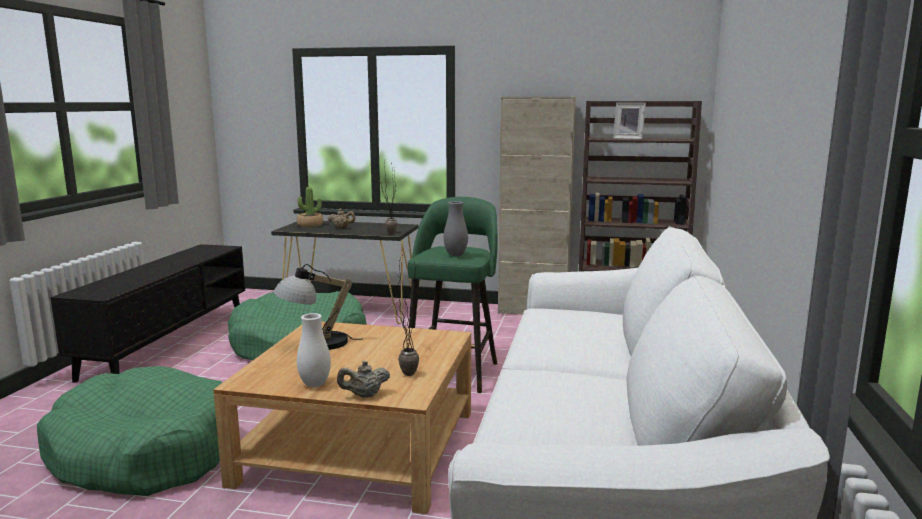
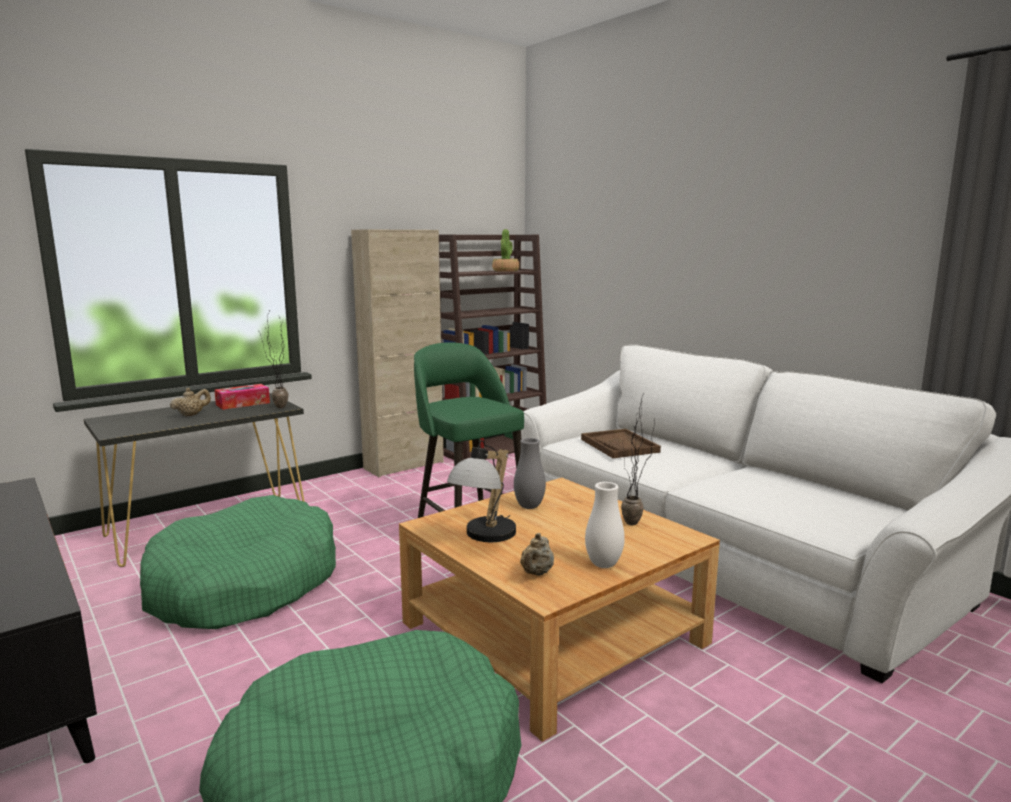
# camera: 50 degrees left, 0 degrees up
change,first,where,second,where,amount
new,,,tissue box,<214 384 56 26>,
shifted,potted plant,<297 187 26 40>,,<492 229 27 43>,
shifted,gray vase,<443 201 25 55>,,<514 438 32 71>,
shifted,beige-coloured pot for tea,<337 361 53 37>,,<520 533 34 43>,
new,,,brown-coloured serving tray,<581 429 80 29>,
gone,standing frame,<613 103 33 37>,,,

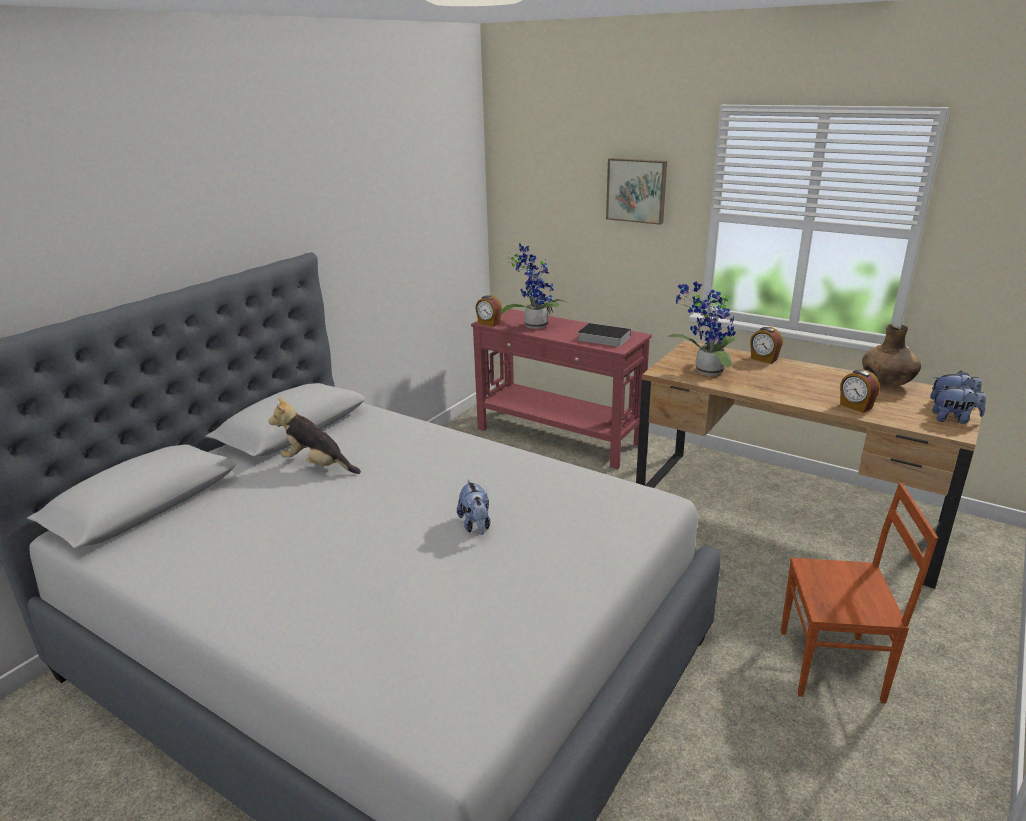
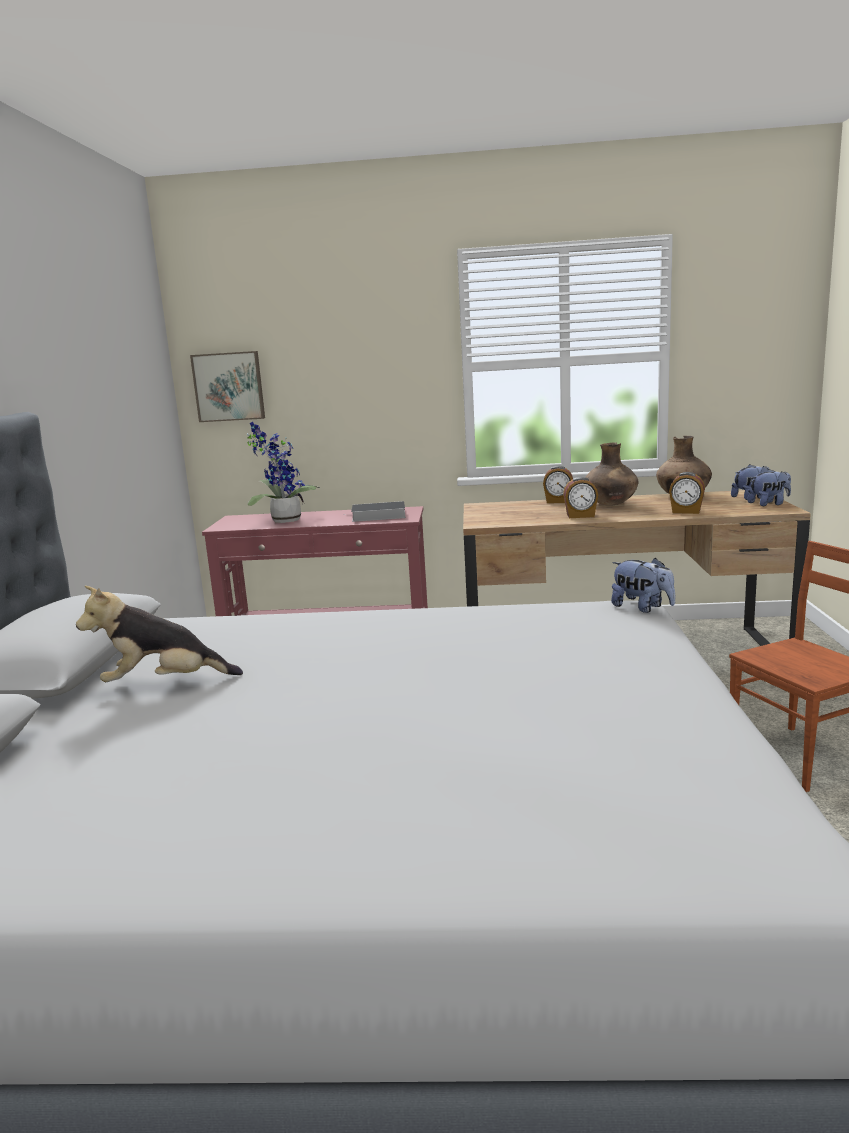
# camera: 30 degrees left, 10 degrees down
change,first,where,second,where,amount
shifted,wall art,<606 158 61 67>,,<190 351 75 71>,
shifted,table clock,<475 295 27 32>,,<563 477 35 41>,
new,,,brown-coloured vase,<586 443 53 63>,
shifted,plush toy,<457 480 33 55>,,<611 558 64 55>,
gone,potted plant,<668 282 69 94>,,,

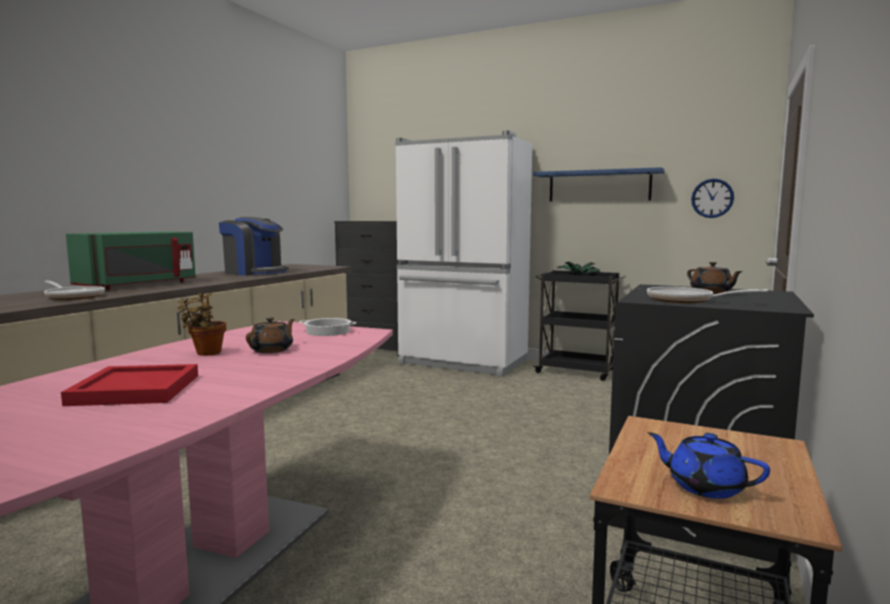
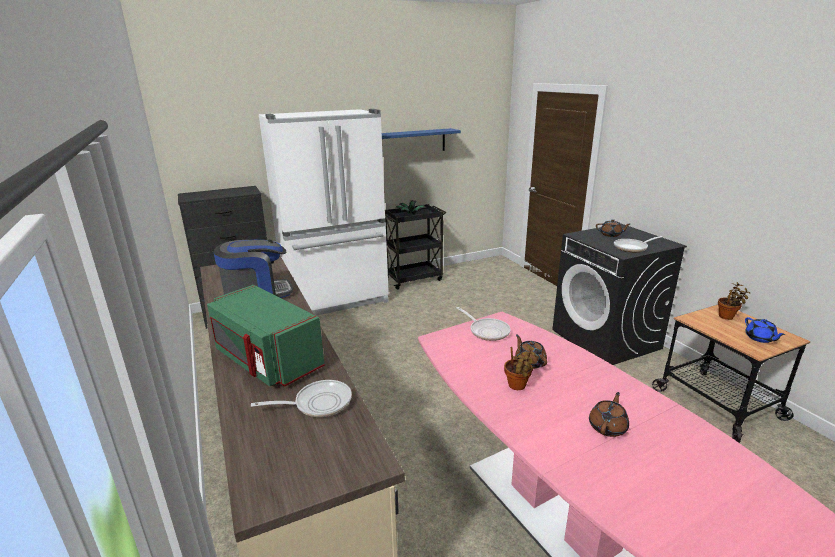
# camera: 50 degrees left, 15 degrees up
change,first,where,second,where,amount
rotated,green kitchen microwave,<66 231 130 59>,,<207 285 118 102>,150 degrees clockwise
swapped,stockpot,<298 318 58 18>,frying pan,<456 307 55 34>,
swapped,red serving tray,<61 364 137 42>,brown-coloured pot for tea,<589 392 40 45>,
new,,,potted plant,<718 282 33 38>,
rotated,bluish pot for tea,<648 432 122 67>,,<745 317 40 26>,90 degrees counterclockwise
gone,hanging clock,<691 179 43 39>,,,

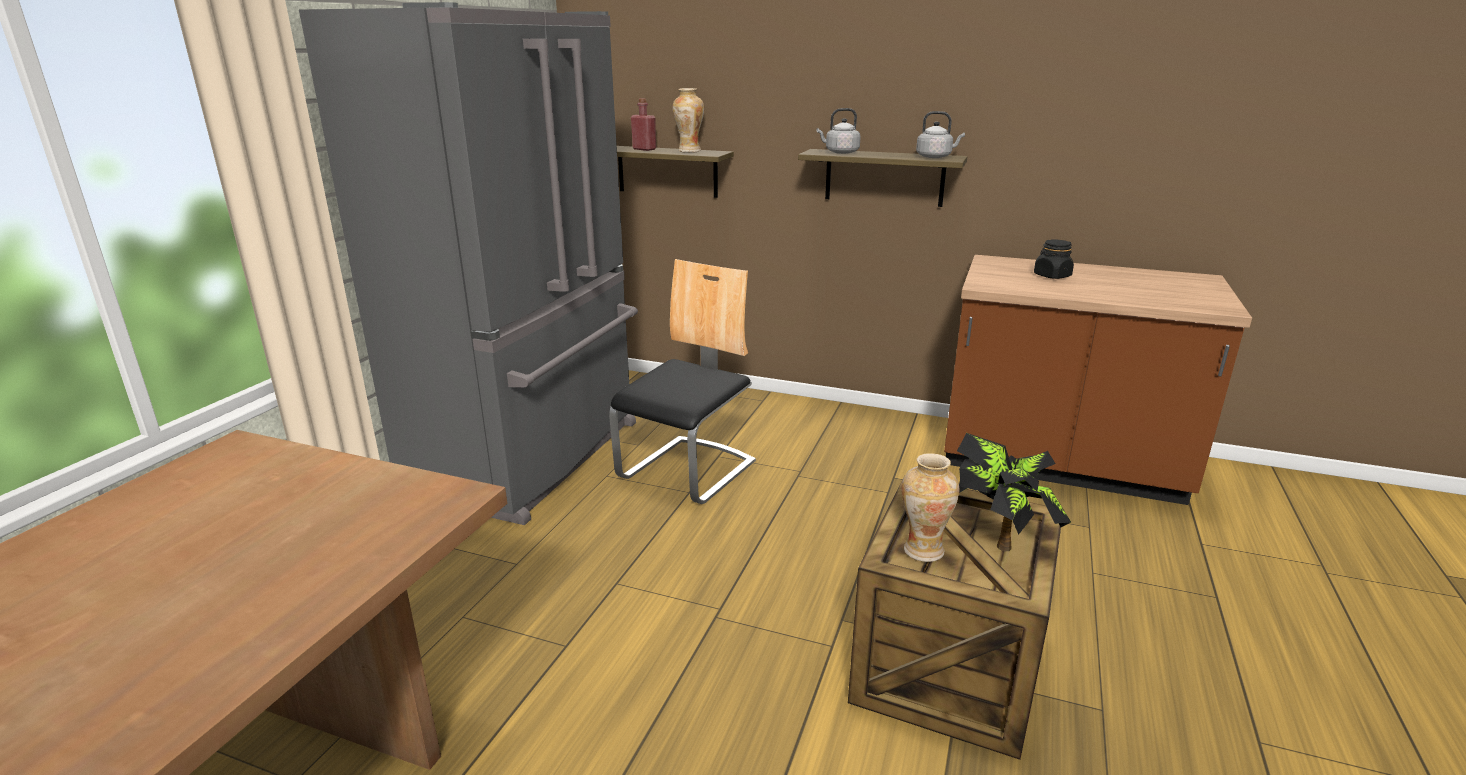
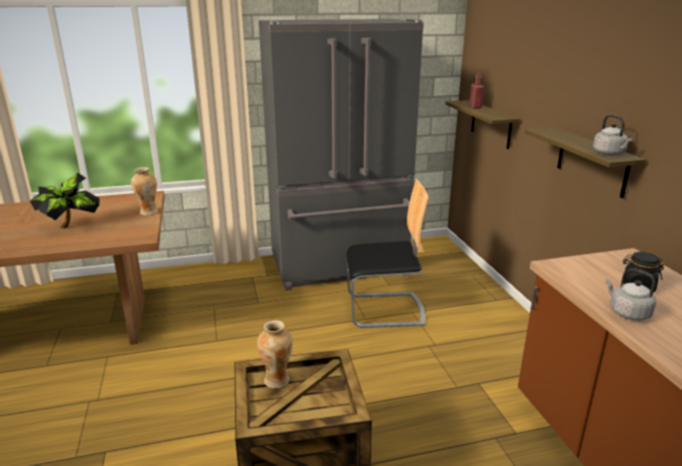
# camera: 55 degrees right, 0 degrees up
change,first,where,second,where,amount
shifted,potted plant,<957 433 114 118>,,<30 173 70 56>,
shifted,vase,<673 88 31 65>,,<131 167 27 49>,
shifted,gray kettle,<817 108 44 46>,,<605 268 51 52>,

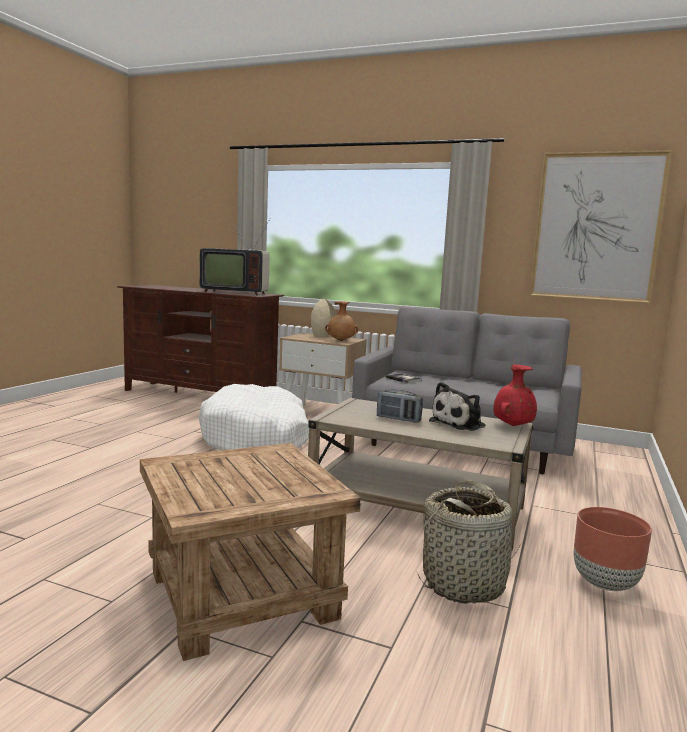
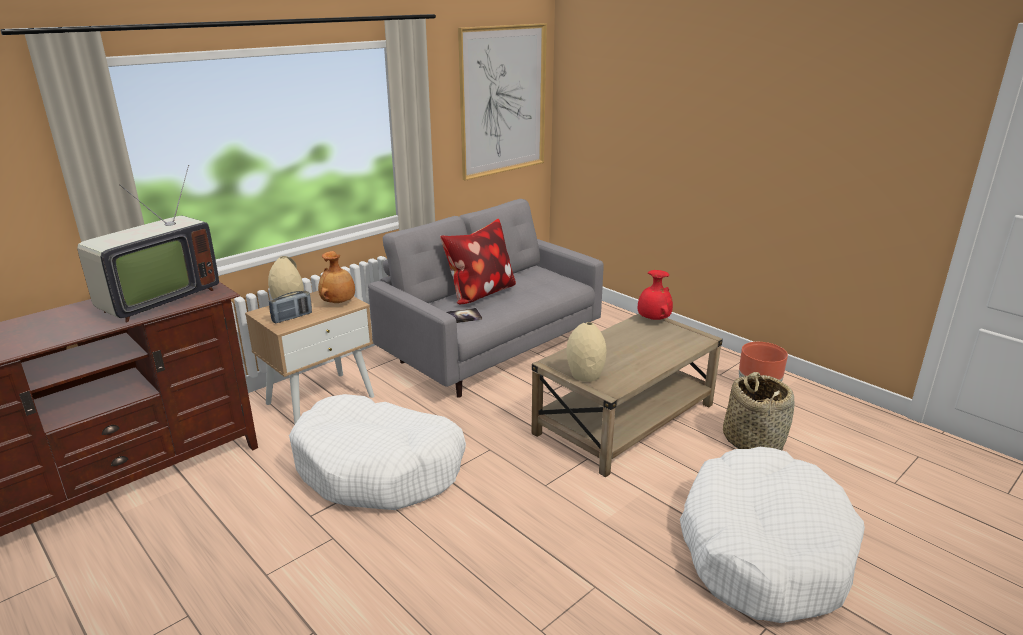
# camera: 65 degrees left, 15 degrees up
change,first,where,second,where,amount
shifted,radio set,<377 390 46 33>,,<269 291 43 32>,
new,,,throw pillow,<440 219 76 85>,
new,,,beige-coloured vase,<567 322 40 60>,
swapped,brown-coloured end table,<140 443 221 218>,white dog cushion,<680 447 185 176>,
gone,plush toy,<429 382 57 49>,,,

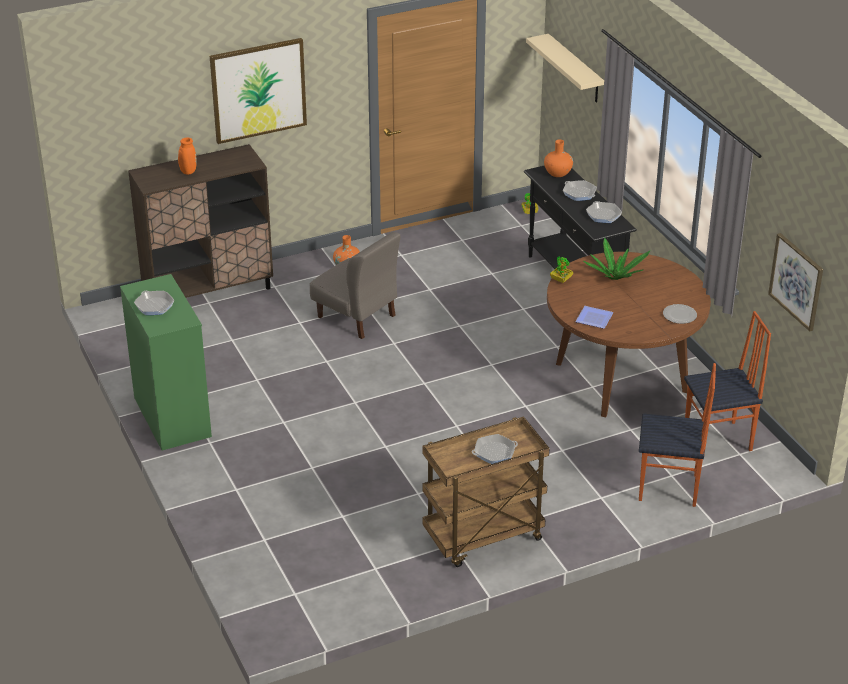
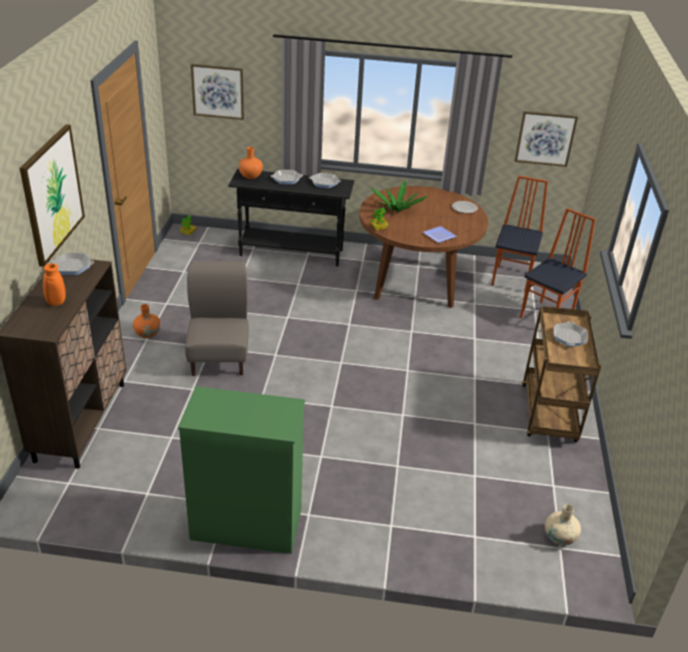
# camera: 60 degrees left, 0 degrees up
change,first,where,second,where,amount
shifted,frying pan,<134 291 40 24>,,<49 253 45 22>,
rotated,gray chair,<310 232 91 107>,,<185 261 64 115>,75 degrees counterclockwise
swapped,beige-coloured bracket shelf,<526 34 78 69>,wall art,<191 64 53 56>,
new,,,beige-coloured vase,<545 504 36 42>,

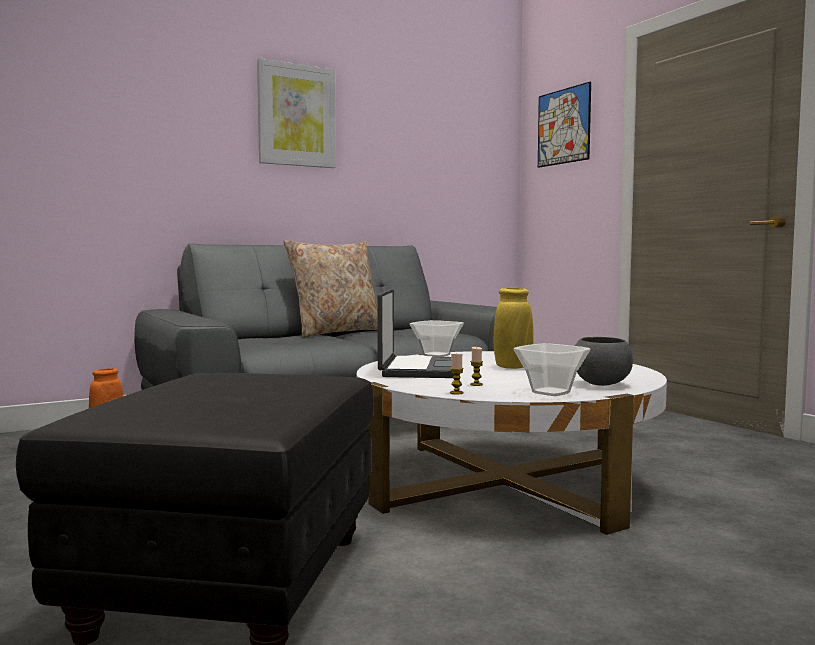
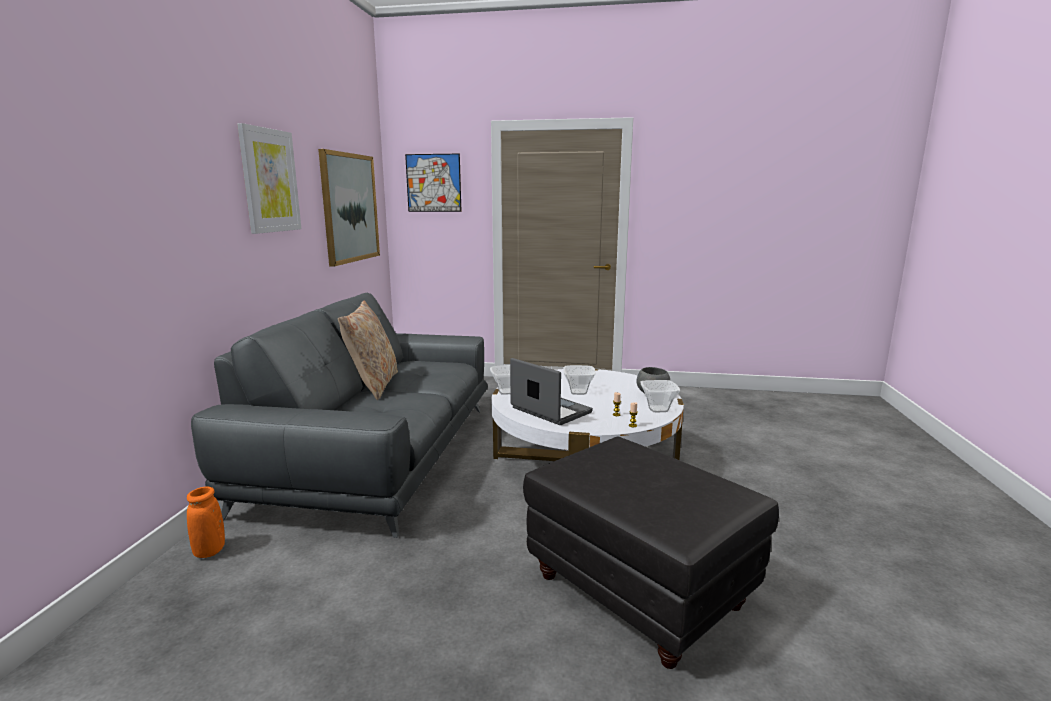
# camera: 50 degrees left, 10 degrees up
change,first,where,second,where,amount
new,,,wall art,<318 149 62 117>,
swapped,yellow-coloured vase,<494 288 39 81>,deep dish,<563 365 33 30>,

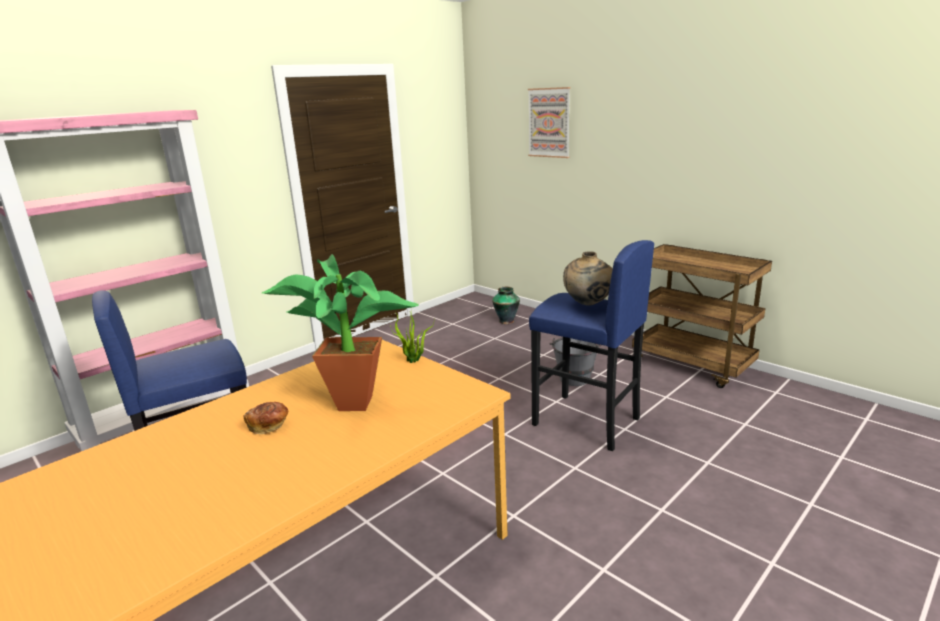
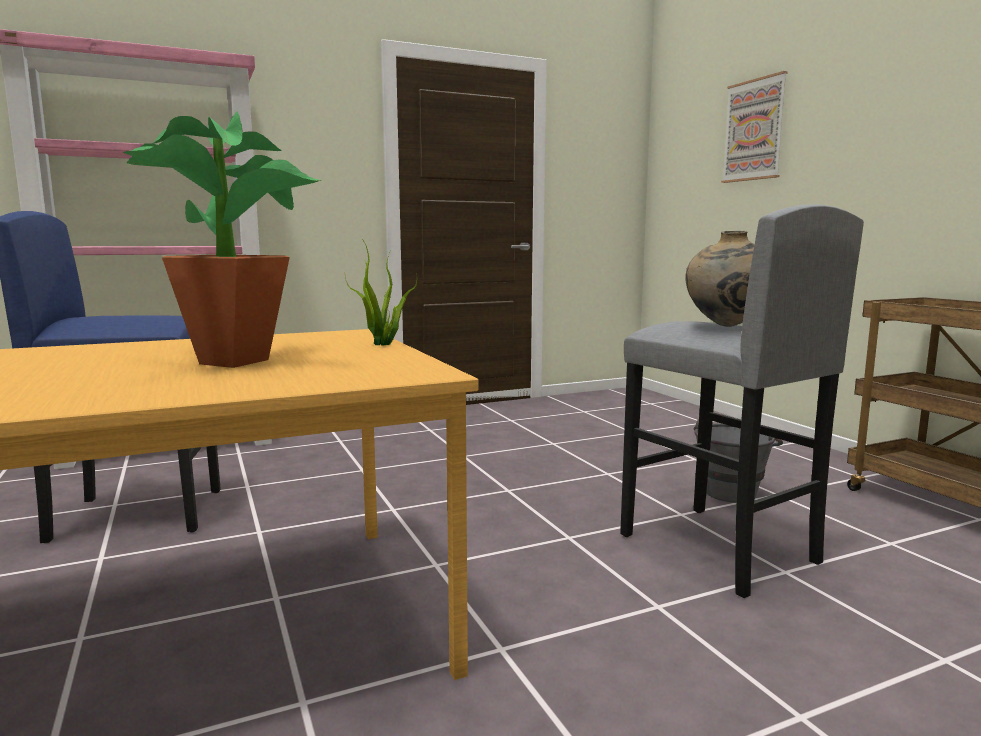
# camera: 20 degrees right, 10 degrees down
change,first,where,second,where,amount
repainted,bluish stool,<529 240 125 211>,gray stool,<620 204 244 394>,
gone,baked bread,<243 402 45 32>,,,
gone,vase,<492 287 28 37>,,,

